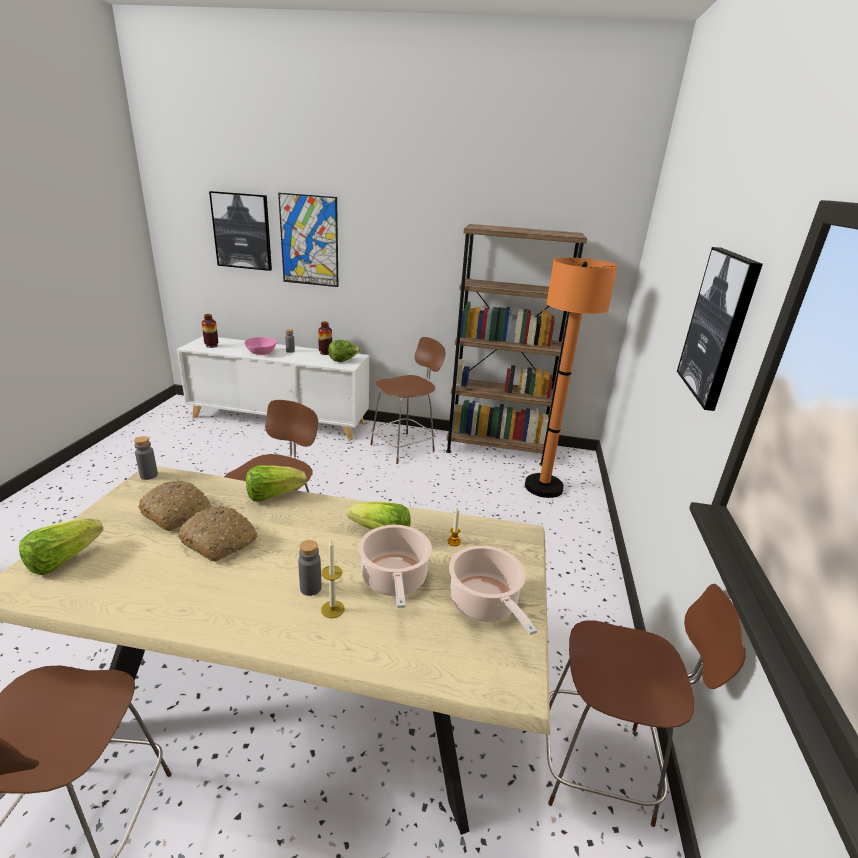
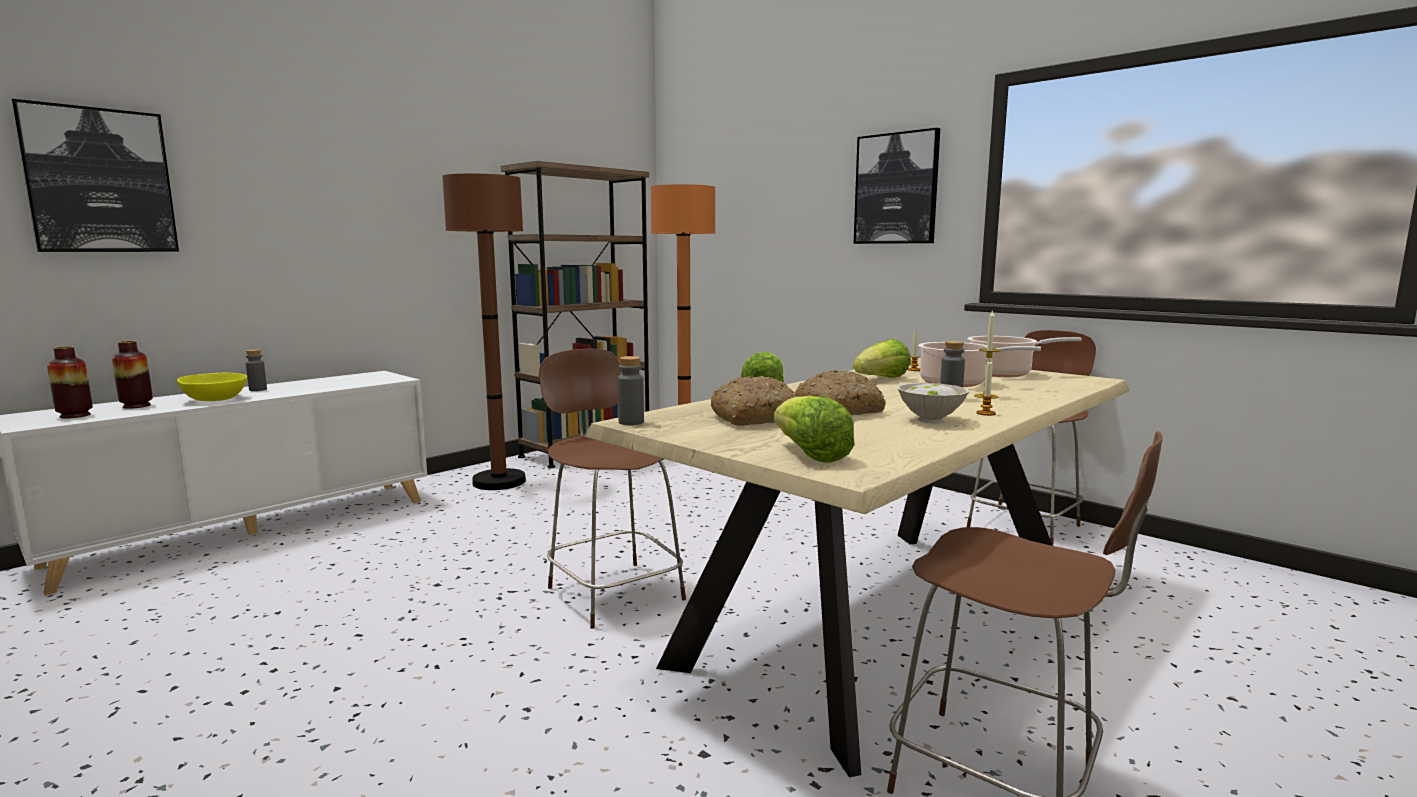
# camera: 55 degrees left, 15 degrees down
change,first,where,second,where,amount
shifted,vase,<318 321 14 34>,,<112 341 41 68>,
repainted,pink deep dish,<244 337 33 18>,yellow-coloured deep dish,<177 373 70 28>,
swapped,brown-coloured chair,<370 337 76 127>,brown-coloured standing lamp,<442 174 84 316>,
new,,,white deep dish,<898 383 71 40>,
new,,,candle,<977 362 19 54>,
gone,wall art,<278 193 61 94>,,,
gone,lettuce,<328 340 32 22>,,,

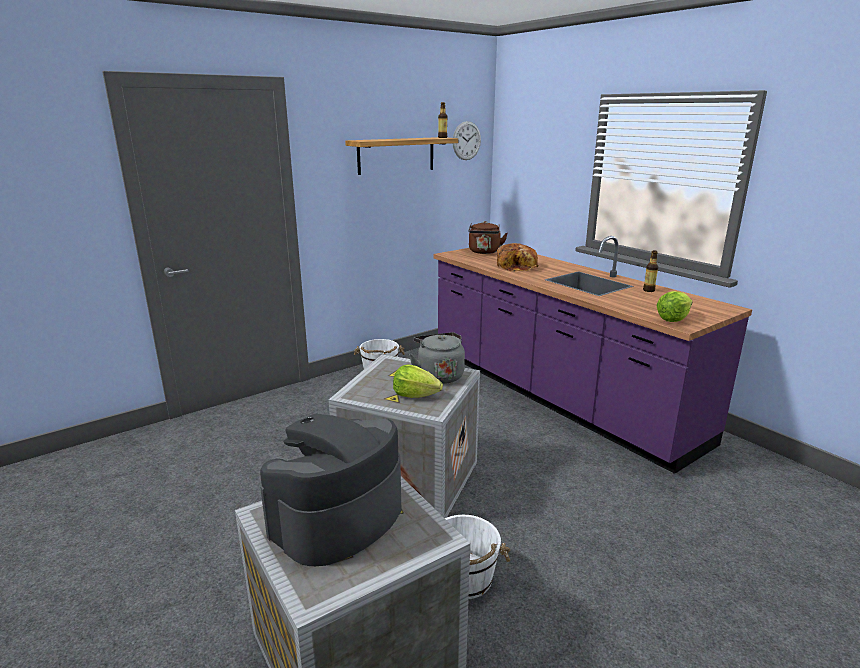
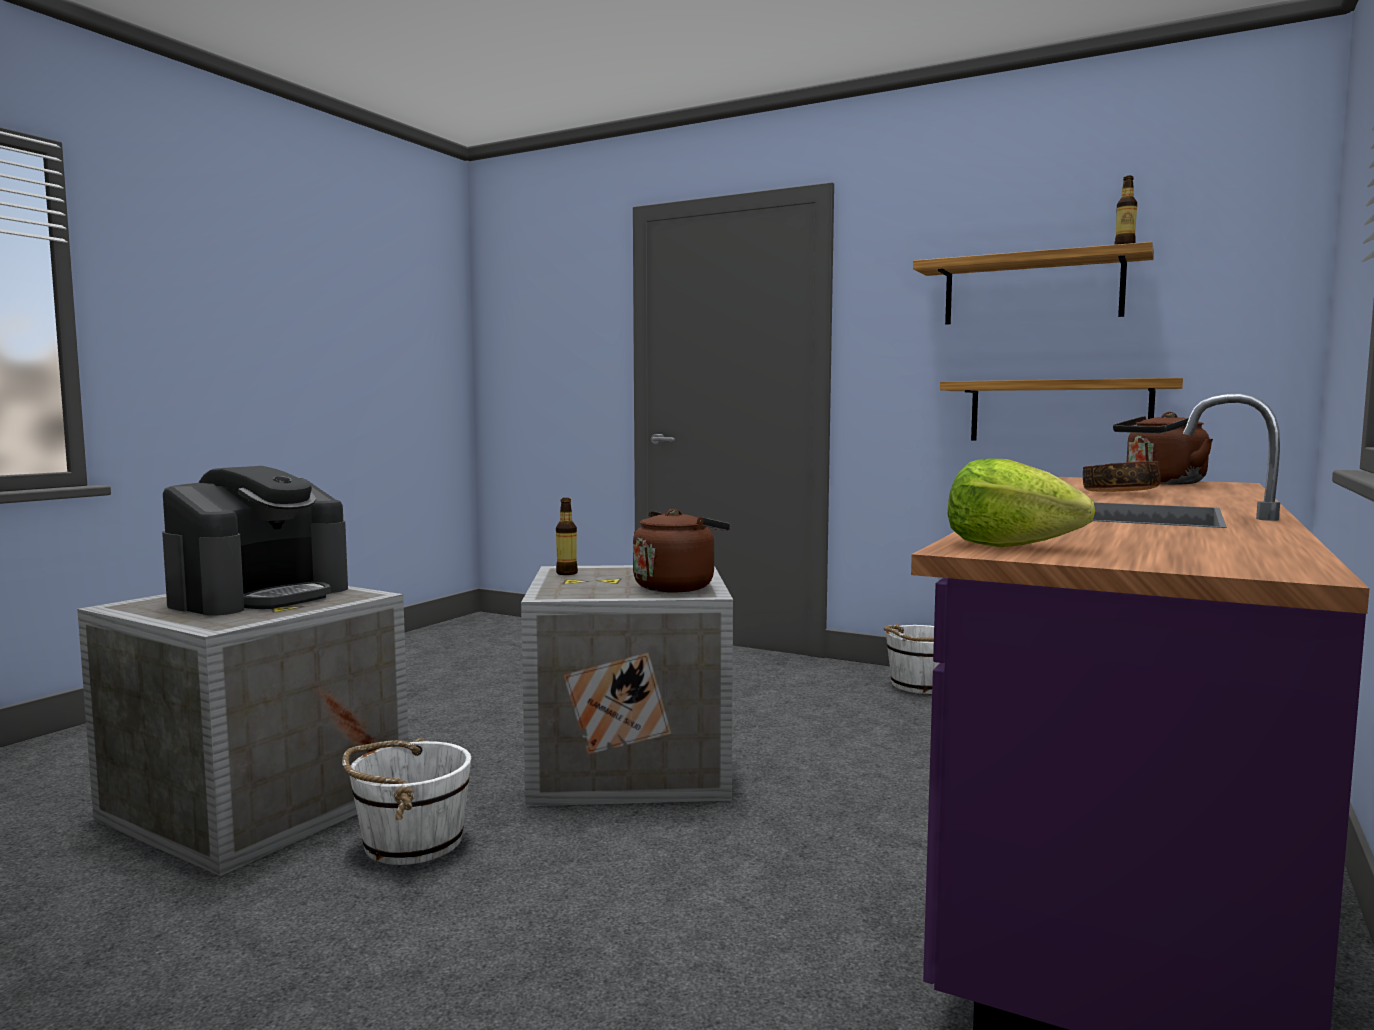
# camera: 65 degrees right, 15 degrees down
change,first,where,second,where,amount
rotated,coffee machine,<260 414 141 152>,,<162 466 186 150>,105 degrees clockwise
shifted,drink bottle,<643 251 15 41>,,<556 498 22 77>,
repainted,gray kettle,<409 332 56 52>,brown-coloured kettle,<633 509 97 84>,
new,,,bracket shelf,<940 378 243 63>,
swapped,baked bread,<497 243 42 29>,deep dish,<1083 461 78 31>,
gone,lettuce,<393 364 50 34>,,,
gone,hanging clock,<453 121 28 39>,,,

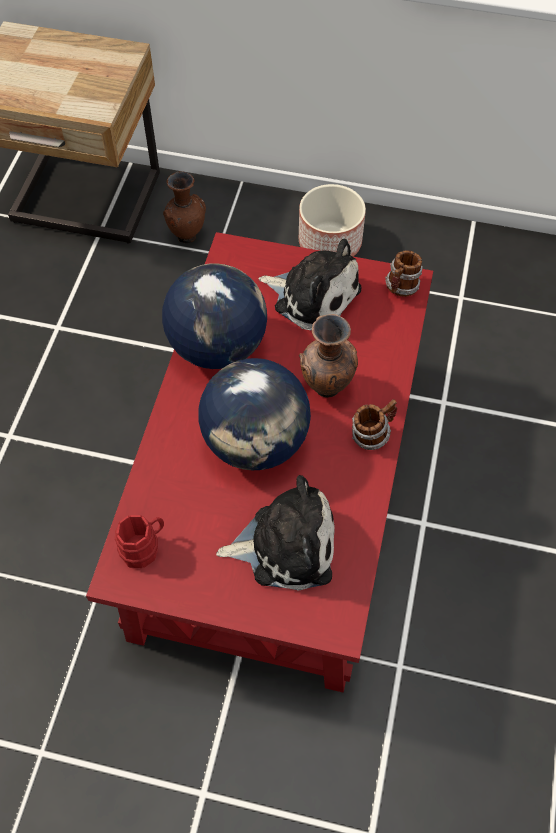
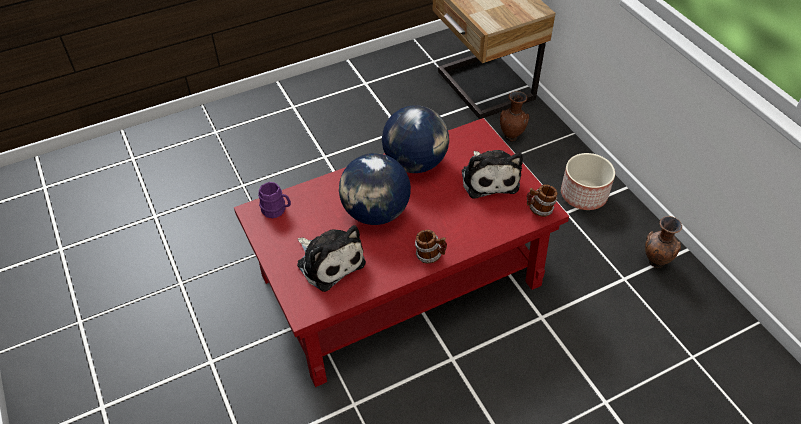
# camera: 50 degrees right, 10 degrees down
change,first,where,second,where,amount
repainted,red tea mug,<115 515 49 53>,purple tea mug,<258 182 33 37>,
shifted,brown-coloured vase,<299 314 59 84>,,<645 216 37 52>,

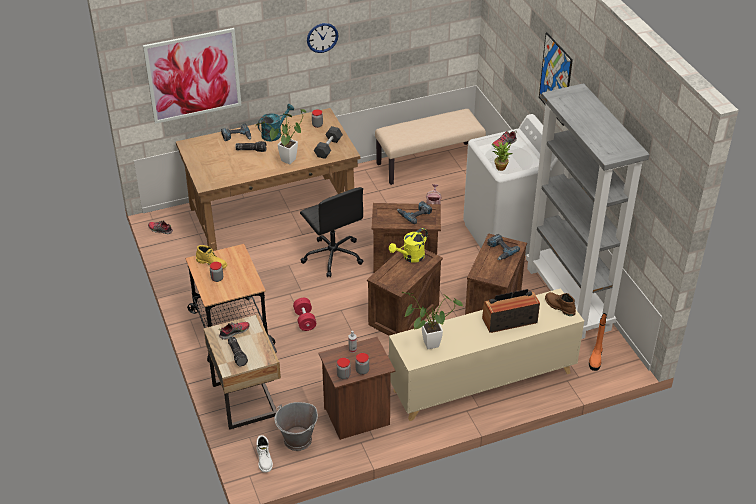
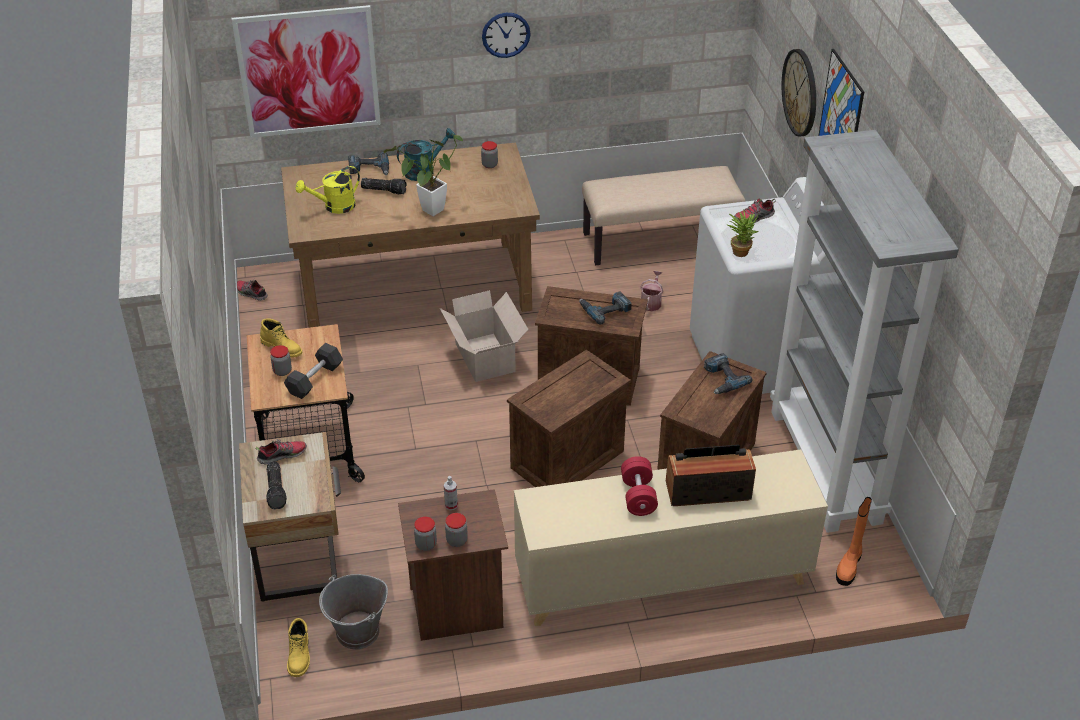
# camera: 10 degrees right, 0 degrees up
change,first,where,second,where,amount
shifted,black-coloured dumbbell,<314 126 29 33>,,<284 343 59 56>,
repainted,white boot,<257 435 16 37>,yellow-coloured boot,<287 618 23 59>,
shifted,yellow-coloured watering can,<389 228 39 35>,,<296 166 64 48>,
swapped,black-coloured computer chair,<300 187 64 90>,packing box,<440 290 89 92>,
shifted,red dumbbell,<293 298 23 33>,,<621 456 37 60>,
new,,,hanging clock,<782 49 34 88>,
gone,potted plant,<402 292 61 57>,,,
gone,brown-coloured boot,<545 292 31 24>,,,

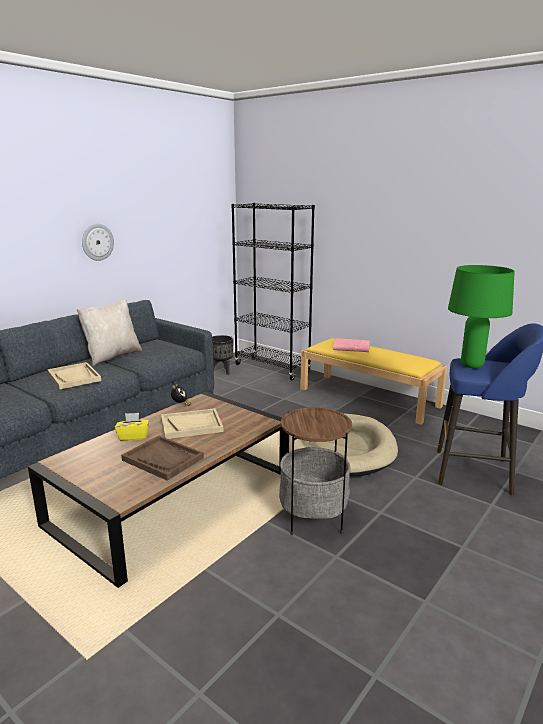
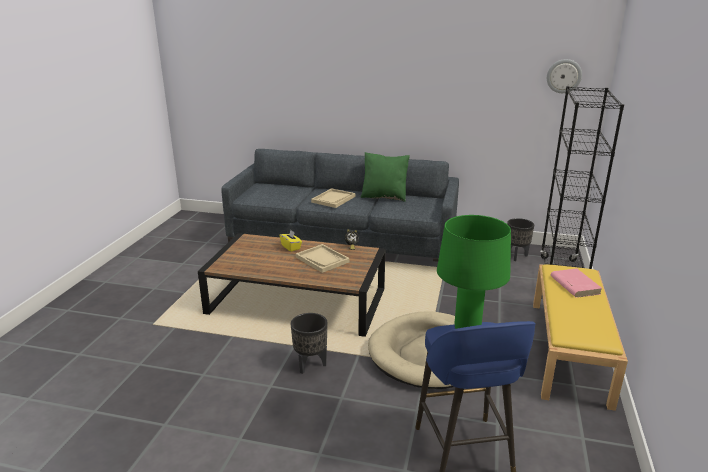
# camera: 65 degrees right, 5 degrees up
change,first,where,second,where,amount
swapped,end table,<279 407 73 128>,black-coloured flower pot,<291 313 37 61>,
repainted,beige-coloured throw pillow,<77 299 65 67>,green throw pillow,<360 152 50 50>,
shifted,hanging clock,<82 224 32 37>,,<547 59 35 34>,
gone,brown-coloured serving tray,<121 436 83 45>,,,

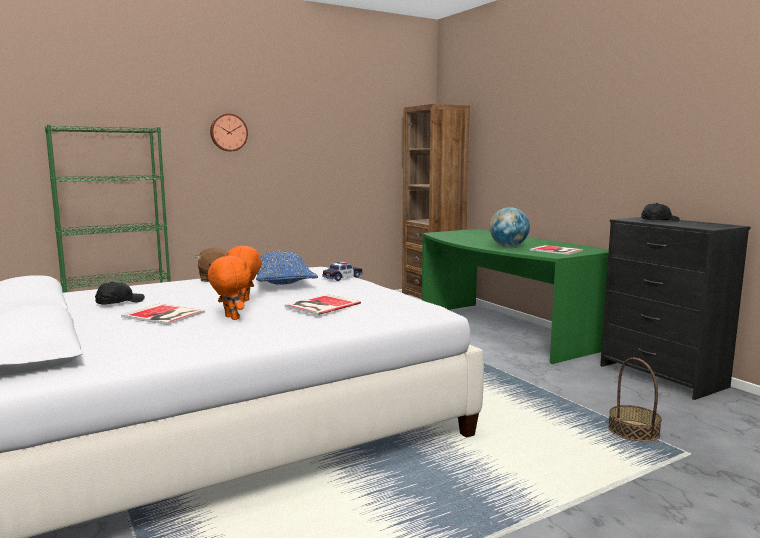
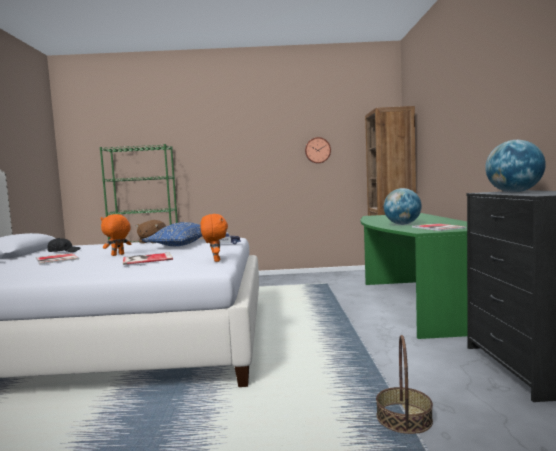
# camera: 30 degrees right, 5 degrees down
change,first,where,second,where,amount
shifted,orange plush toy,<208 256 43 64>,,<200 214 28 48>,
shifted,hanging clock,<210 113 38 39>,,<305 137 26 26>,
swapped,black-coloured peaked cap,<641 203 39 19>,desk globe,<485 140 61 52>,

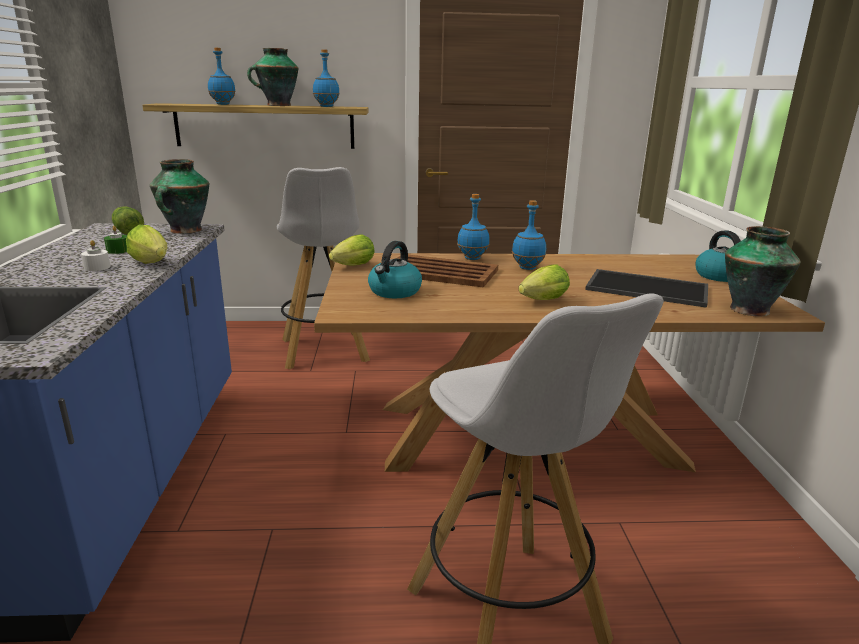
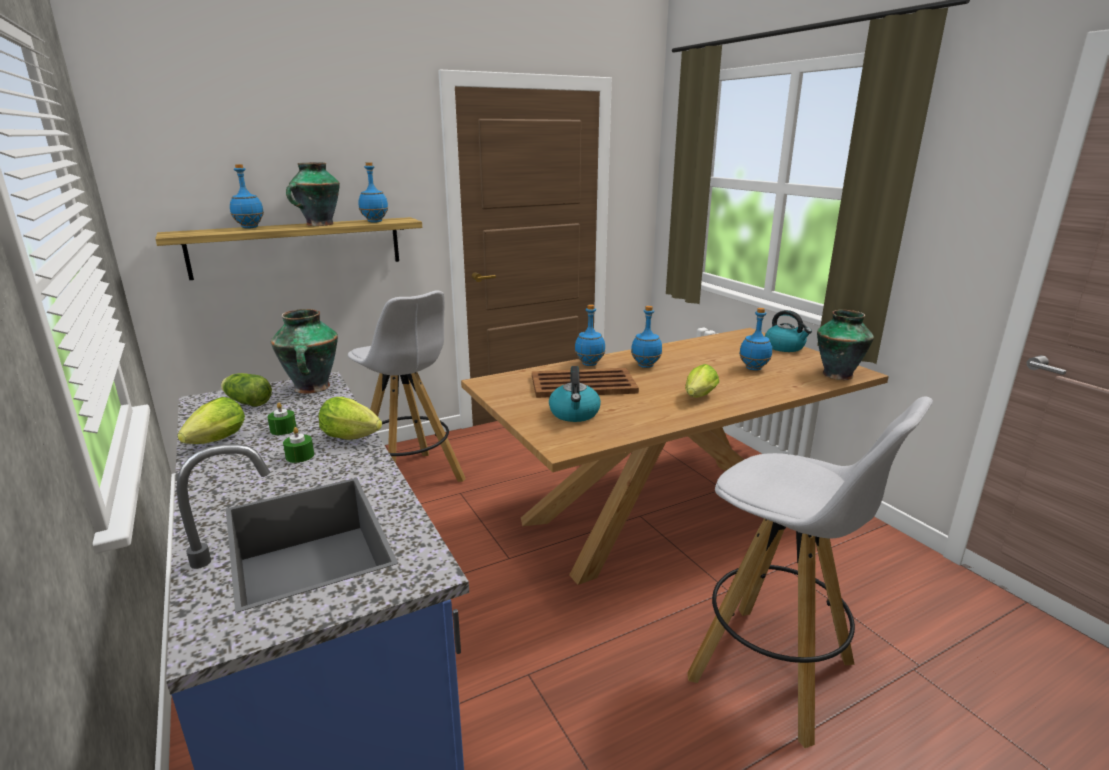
# camera: 25 degrees left, 0 degrees up
change,first,where,second,where,amount
shifted,lettuce,<329 234 46 32>,,<177 397 68 47>,
repainted,white candle,<81 240 29 31>,green candle,<283 427 31 36>,
swapped,serving tray,<585 269 123 39>,bluish drink bottle,<739 308 33 63>,

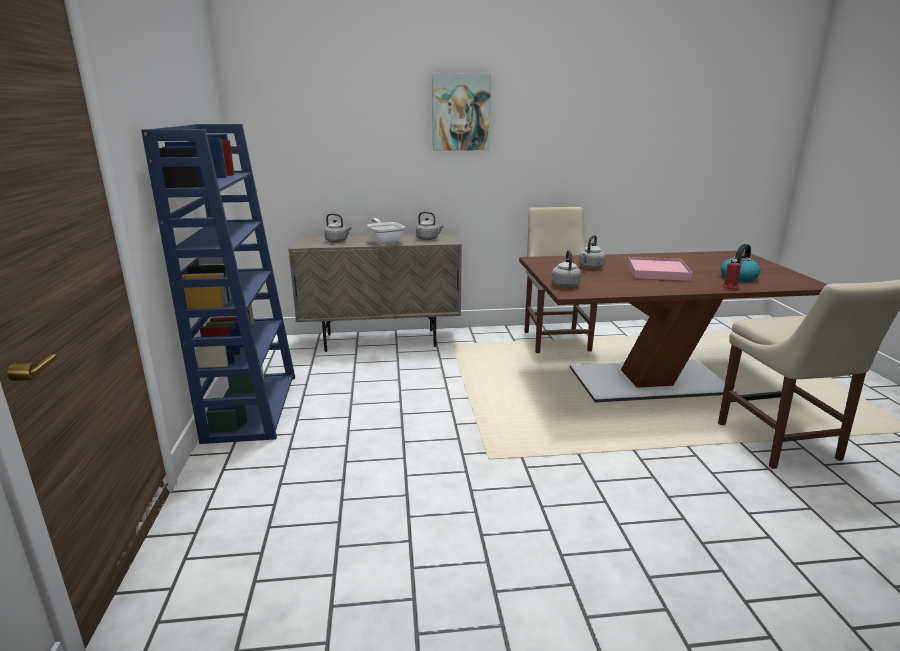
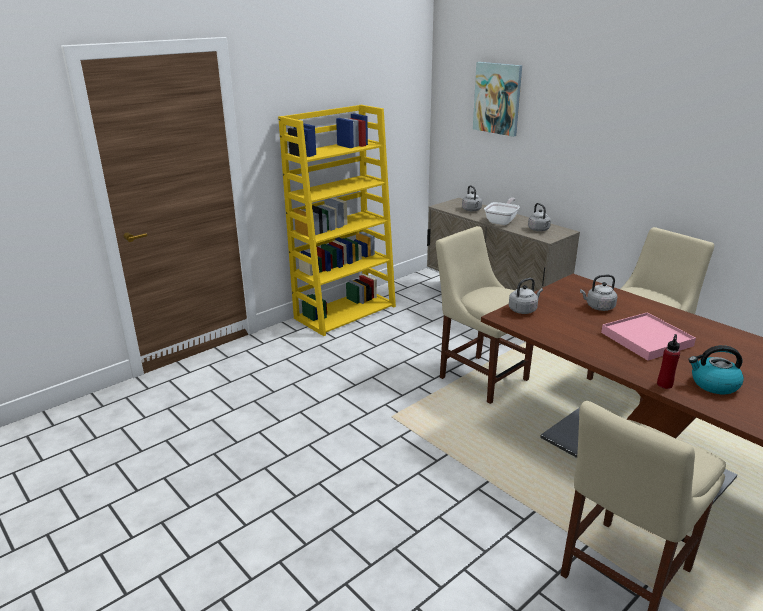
# camera: 55 degrees right, 5 degrees up
change,first,where,second,where,amount
repainted,bluish shelving unit,<141 124 154 320>,yellow-coloured shelving unit,<278 105 118 231>,
new,,,beige-coloured chair,<436 226 97 178>,
shifted,wall art,<432 74 59 77>,,<473 62 49 75>,
swapped,red candle,<723 261 18 29>,red drink bottle,<657 334 23 55>,

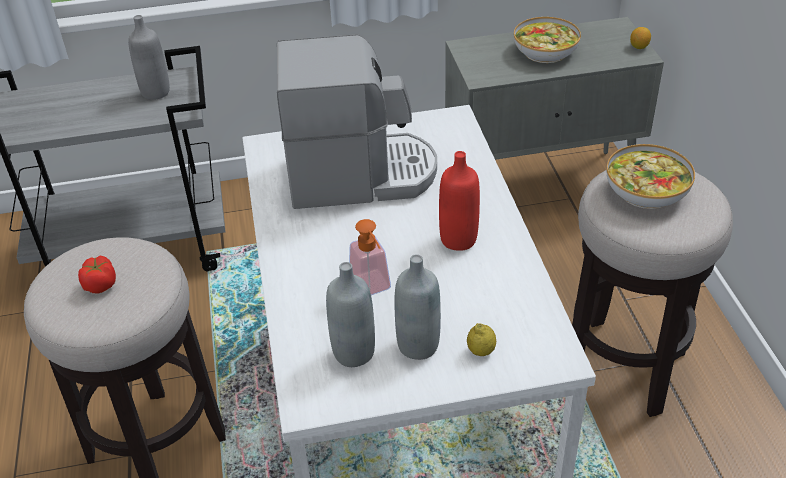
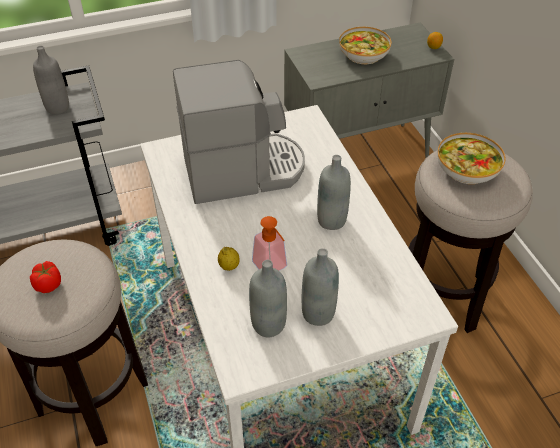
# camera: 10 degrees left, 5 degrees up
change,first,where,second,where,amount
shifted,citrus fruit,<467 323 29 33>,,<218 247 22 24>,
repainted,red drink bottle,<439 151 41 100>,gray drink bottle,<317 155 34 75>,

